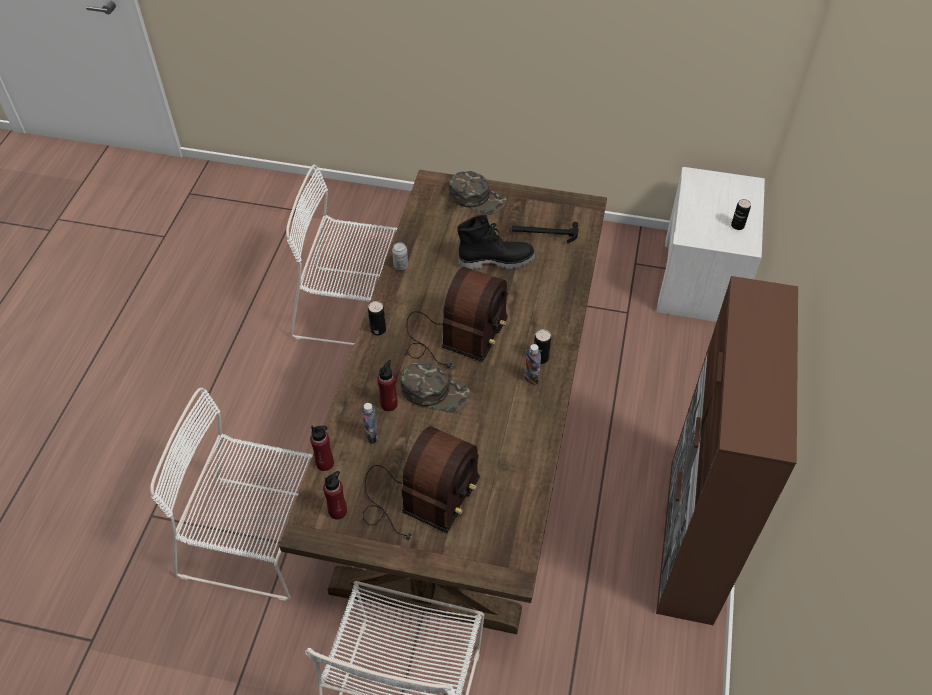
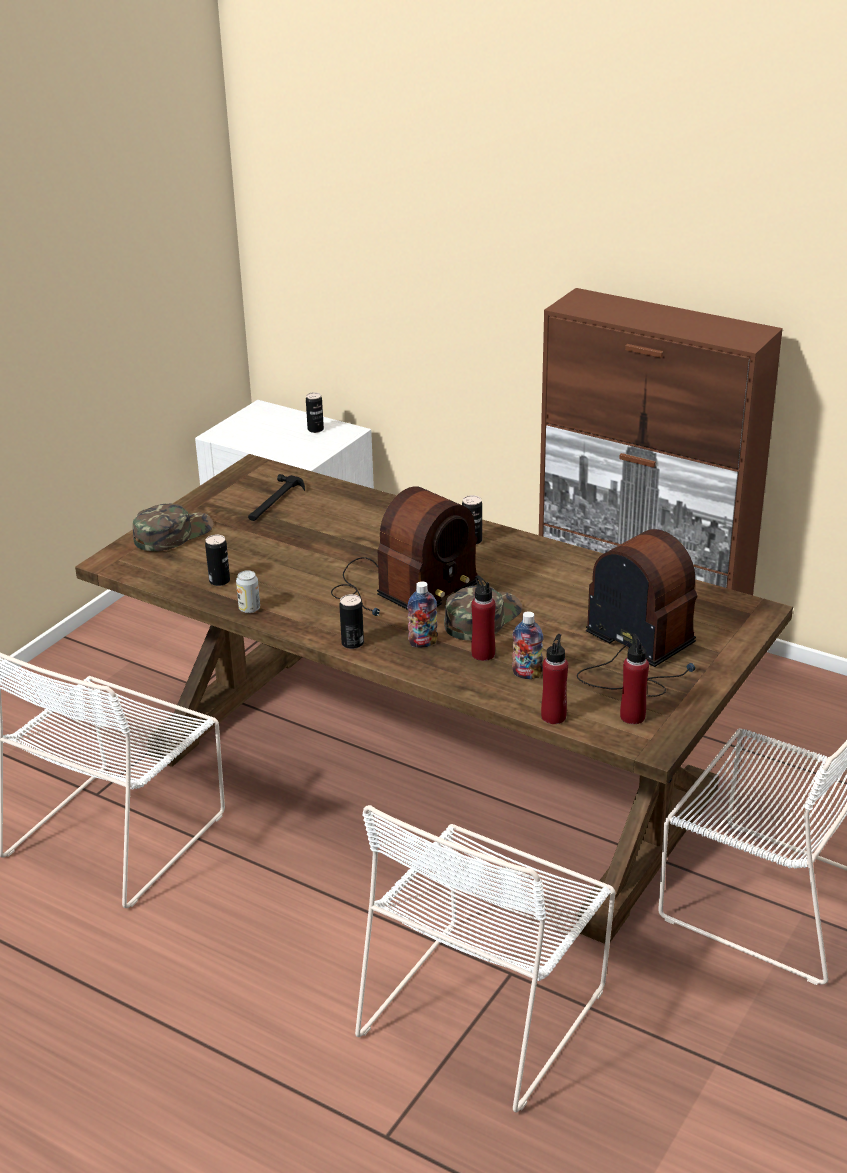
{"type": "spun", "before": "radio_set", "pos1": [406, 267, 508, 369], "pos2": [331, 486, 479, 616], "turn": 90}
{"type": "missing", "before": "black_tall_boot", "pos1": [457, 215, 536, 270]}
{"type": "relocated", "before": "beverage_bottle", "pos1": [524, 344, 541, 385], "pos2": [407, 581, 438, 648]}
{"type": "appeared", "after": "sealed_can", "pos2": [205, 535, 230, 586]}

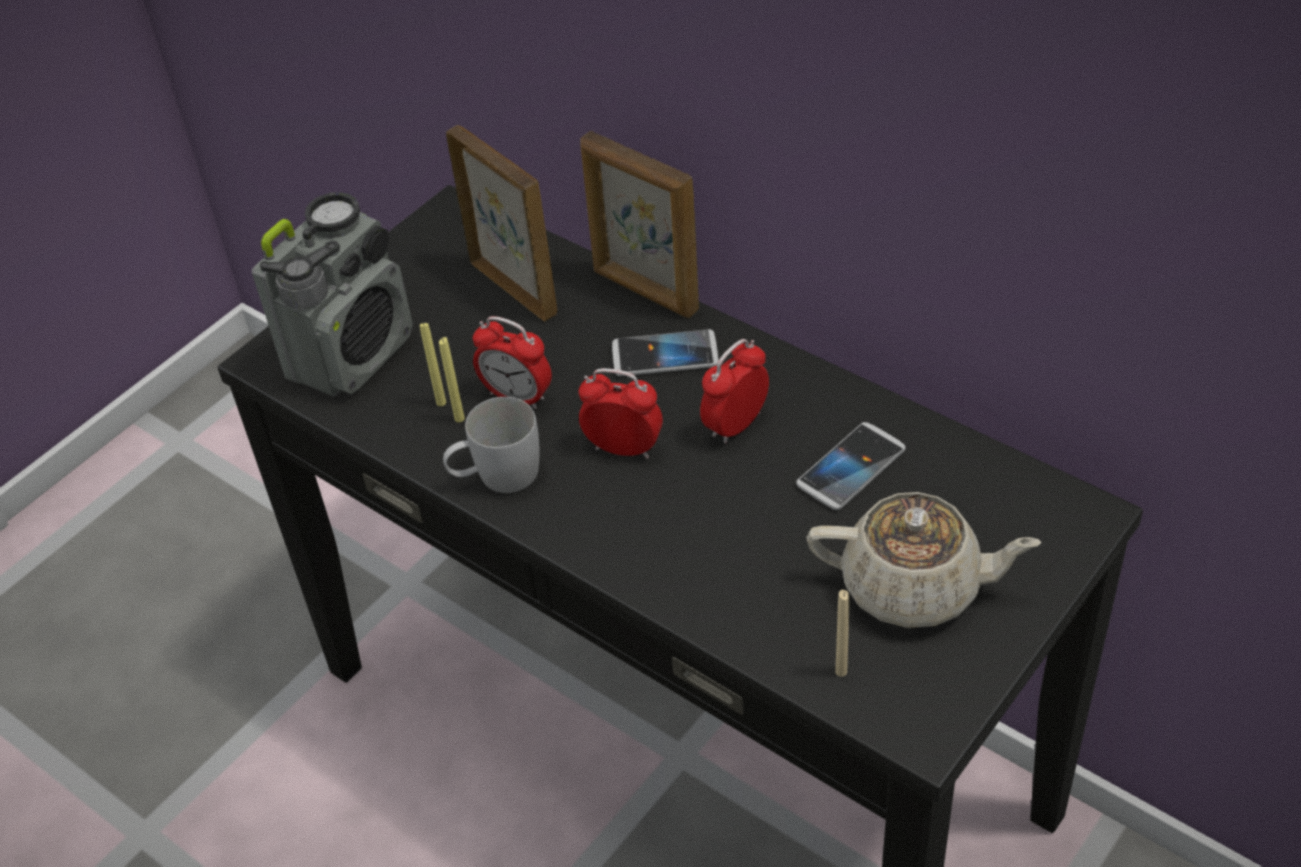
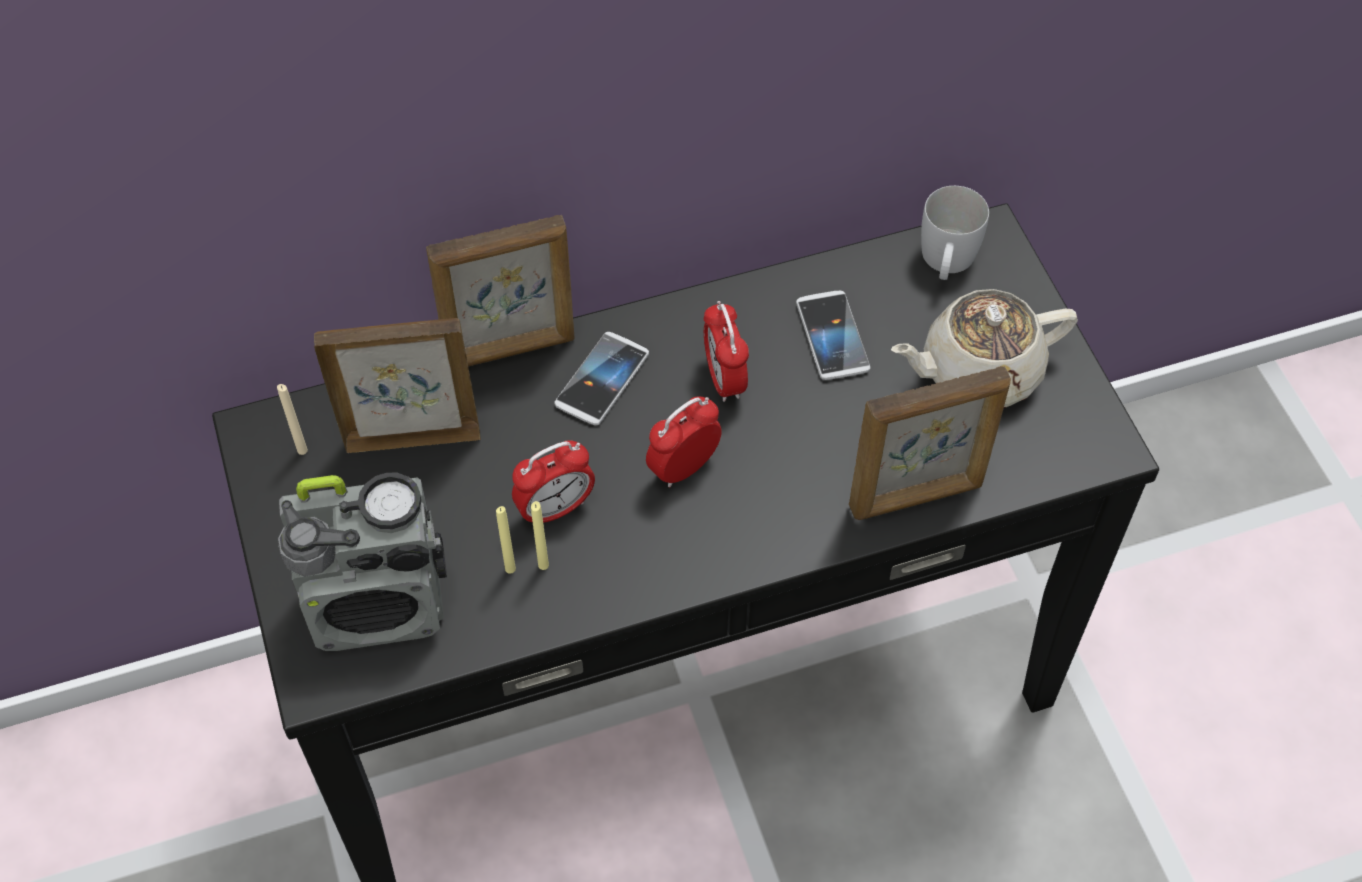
{"type": "spun", "before": "radio_set", "pos1": [252, 192, 413, 397], "pos2": [278, 472, 447, 651], "turn": 105}
{"type": "relocated", "before": "whitish_tea_mug", "pos1": [443, 397, 540, 493], "pos2": [921, 186, 989, 280]}
{"type": "spun", "before": "sand-coloured_tea_pot", "pos1": [806, 492, 1042, 628], "pos2": [891, 289, 1078, 407], "turn": -150}
{"type": "relocated", "before": "sand-coloured_wax_light", "pos1": [835, 590, 850, 677], "pos2": [277, 384, 308, 455]}
{"type": "appeared", "after": "picture_frame", "pos2": [849, 366, 1011, 520]}

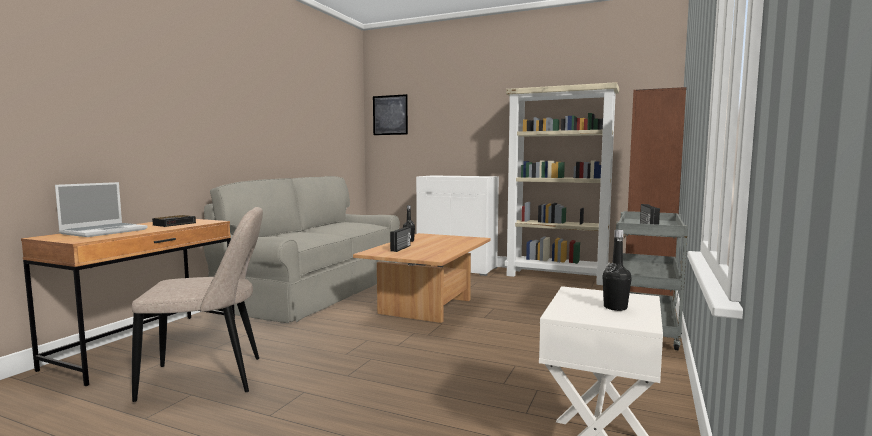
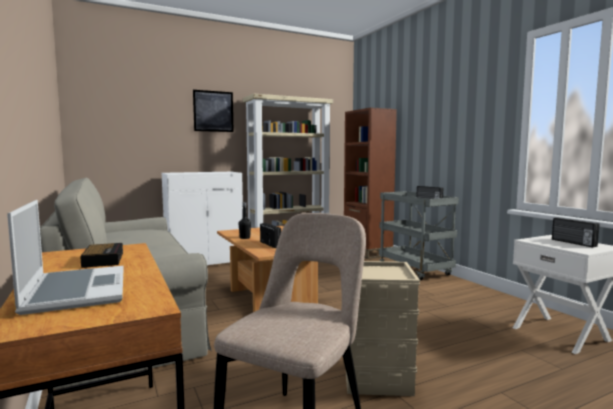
{"type": "relocated", "before": "wall_picture", "pos1": [373, 94, 408, 135], "pos2": [193, 90, 234, 132]}
{"type": "exchanged", "before": "black_beverage_bottle", "after": "radio_set", "pos1": [602, 230, 632, 311], "pos2": [552, 218, 599, 247]}
{"type": "appeared", "after": "sand-coloured_storage_box", "pos2": [346, 261, 420, 396]}

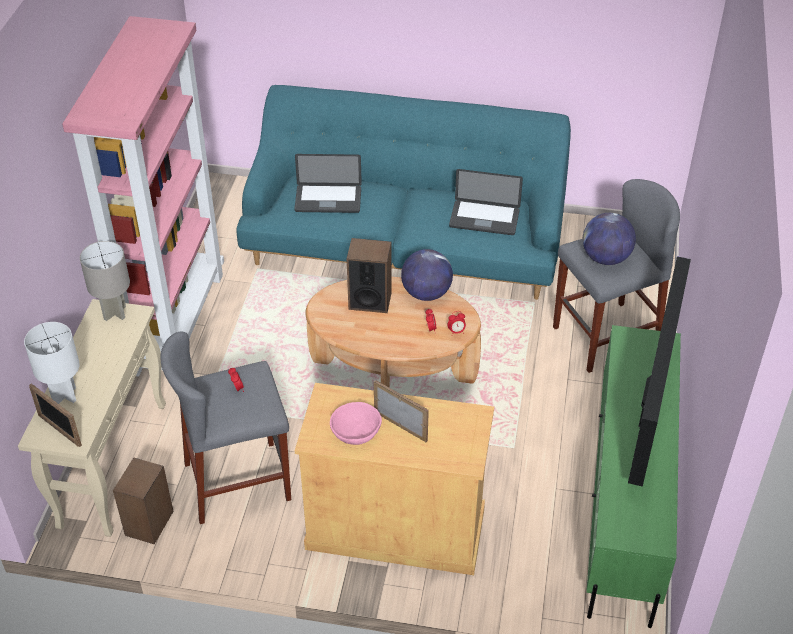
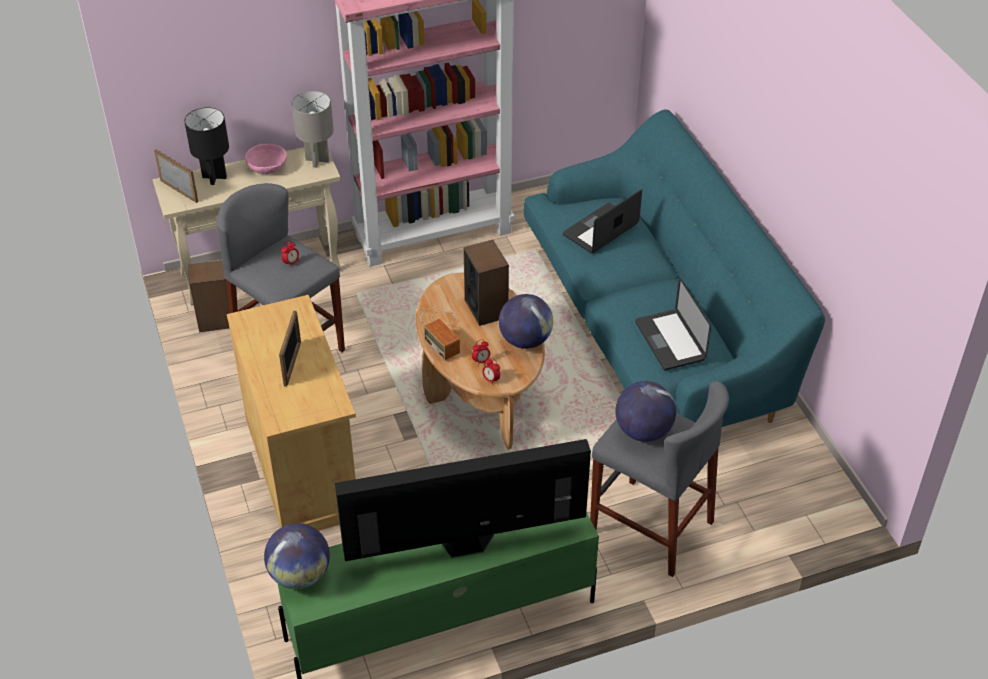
{"type": "colour", "before": "whitish_lamp_for_a_table", "after": "black_lamp_for_a_table", "pos1": [24, 322, 80, 404], "pos2": [184, 107, 229, 185]}
{"type": "spun", "before": "picture_frame", "pos1": [29, 383, 82, 447], "pos2": [154, 149, 198, 203], "turn": 120}
{"type": "spun", "before": "portable_computer", "pos1": [294, 154, 362, 213], "pos2": [563, 189, 642, 254], "turn": 75}
{"type": "relocated", "before": "pink_bowl", "pos1": [330, 402, 382, 445], "pos2": [245, 144, 287, 174]}
{"type": "appeared", "after": "world_globe", "pos2": [264, 523, 330, 589]}
{"type": "appeared", "after": "radio_set", "pos2": [420, 307, 460, 361]}

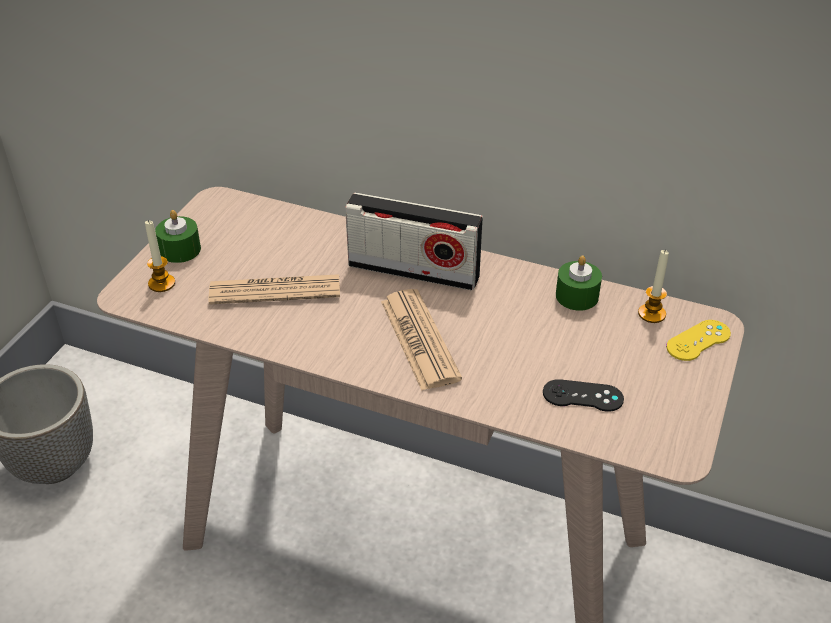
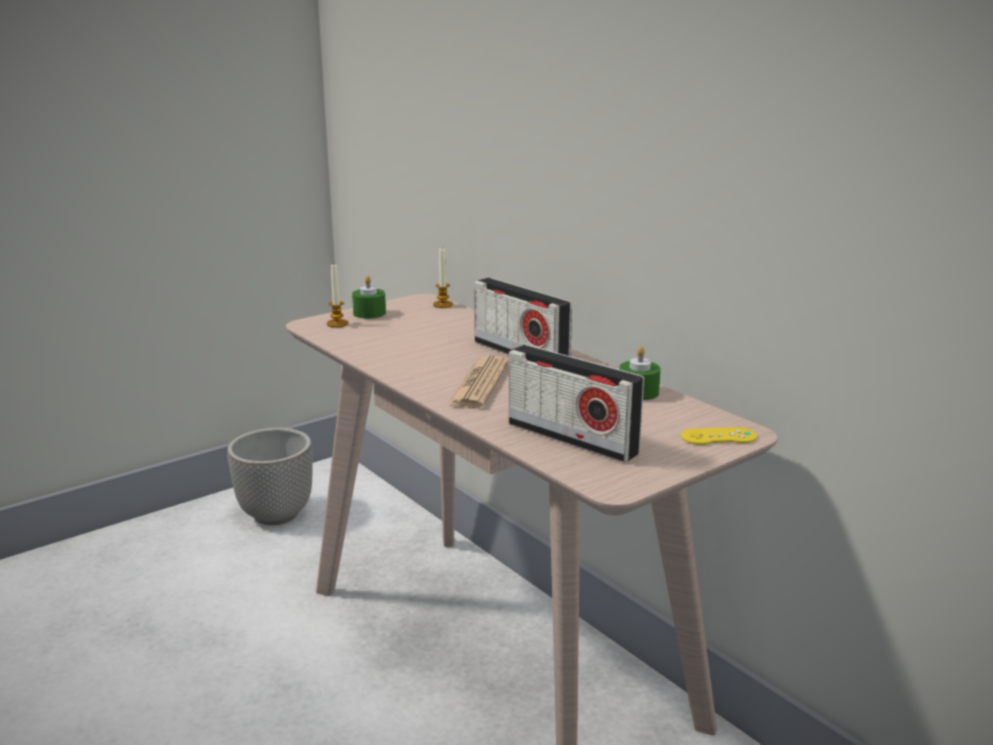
{"type": "missing", "before": "newspaper", "pos1": [209, 274, 340, 305]}
{"type": "exchanged", "before": "black_game_controller", "after": "radio_set", "pos1": [543, 379, 624, 412], "pos2": [509, 344, 644, 463]}
{"type": "relocated", "before": "wax_light", "pos1": [638, 250, 669, 323], "pos2": [433, 249, 453, 308]}

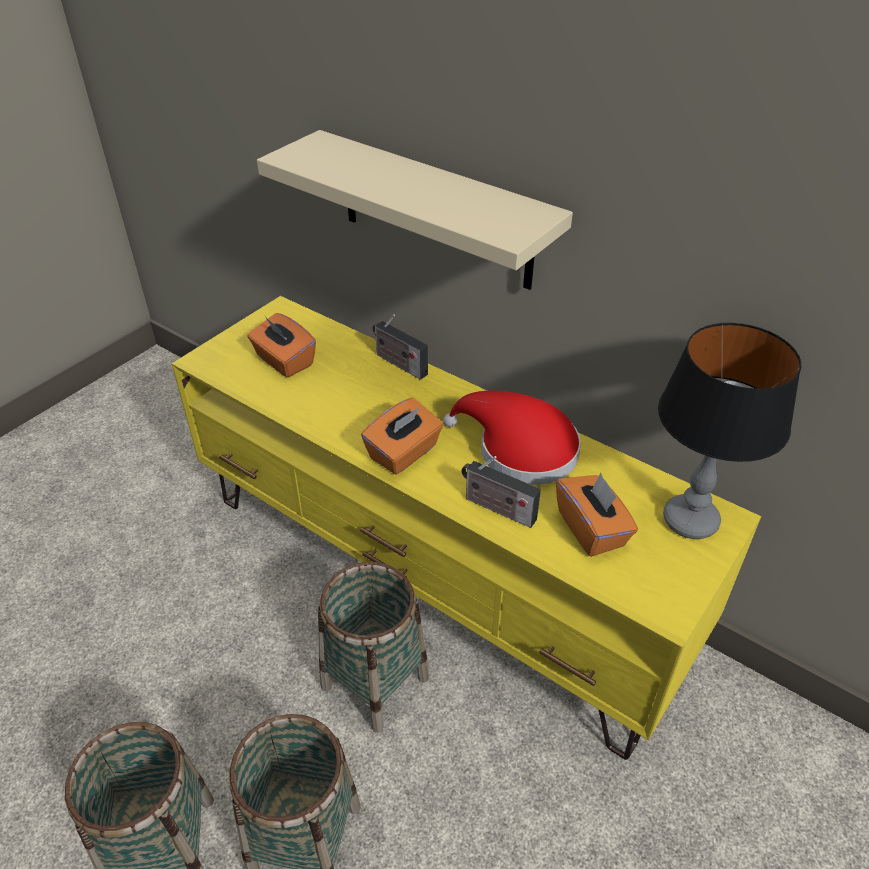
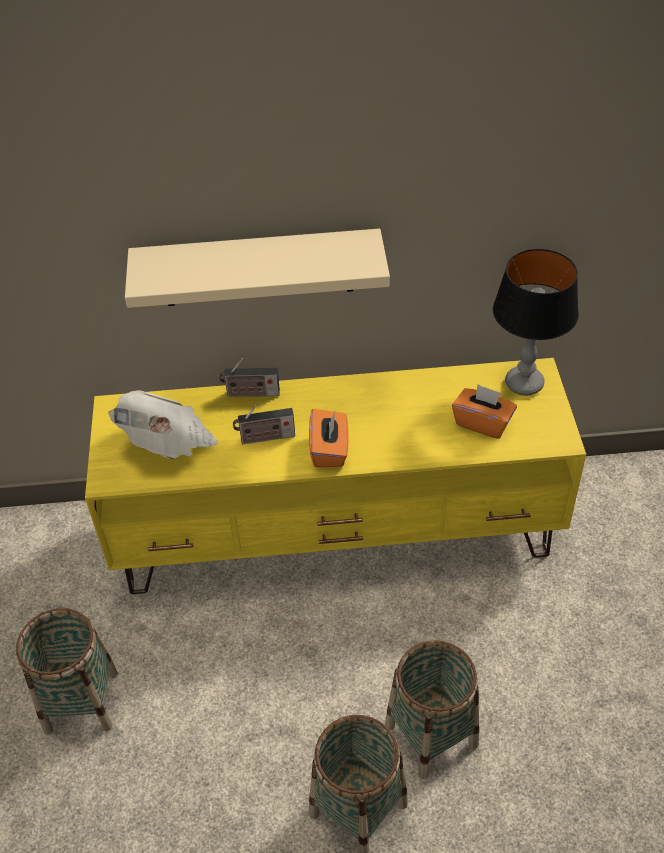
{"type": "exchanged", "before": "orange-coloured_box_of_tissues", "after": "newspaper", "pos1": [247, 313, 316, 378], "pos2": [108, 390, 218, 459]}
{"type": "relocated", "before": "storage_basket", "pos1": [318, 562, 429, 733], "pos2": [16, 608, 118, 735]}
{"type": "missing", "before": "red-coloured_clothing_hat", "pos1": [443, 391, 581, 485]}
{"type": "relocated", "before": "radio_set", "pos1": [462, 456, 541, 528], "pos2": [233, 403, 295, 444]}

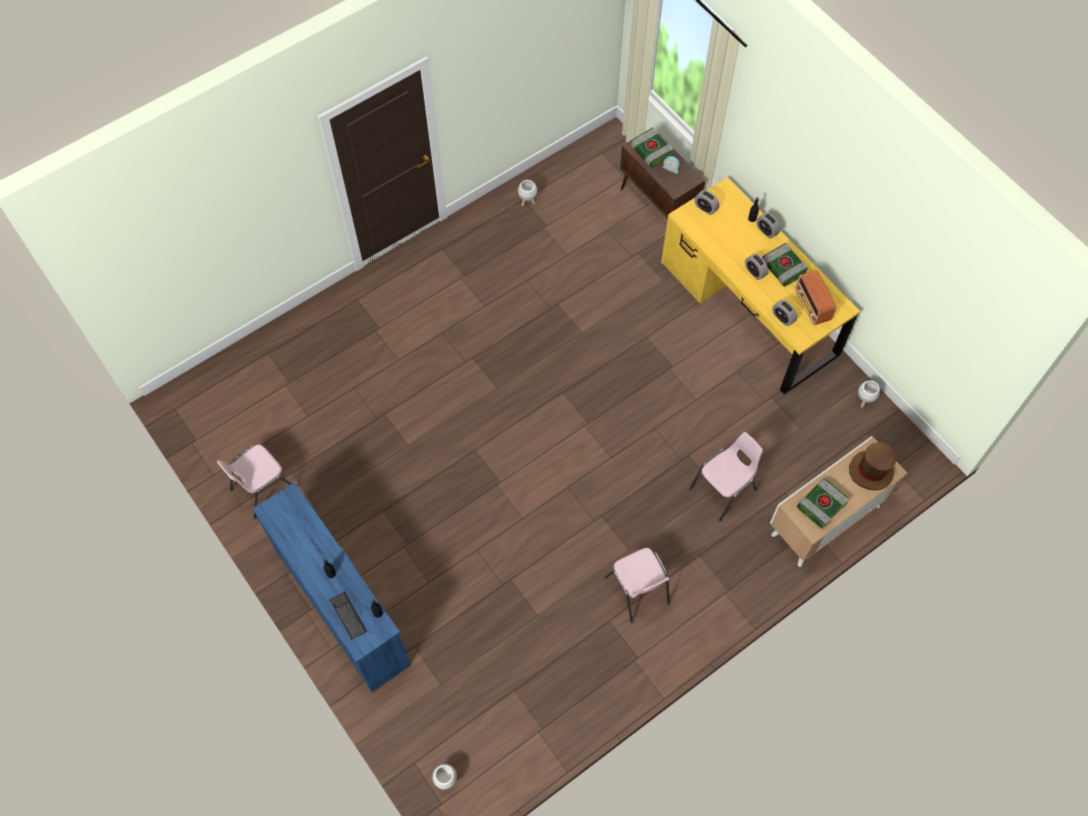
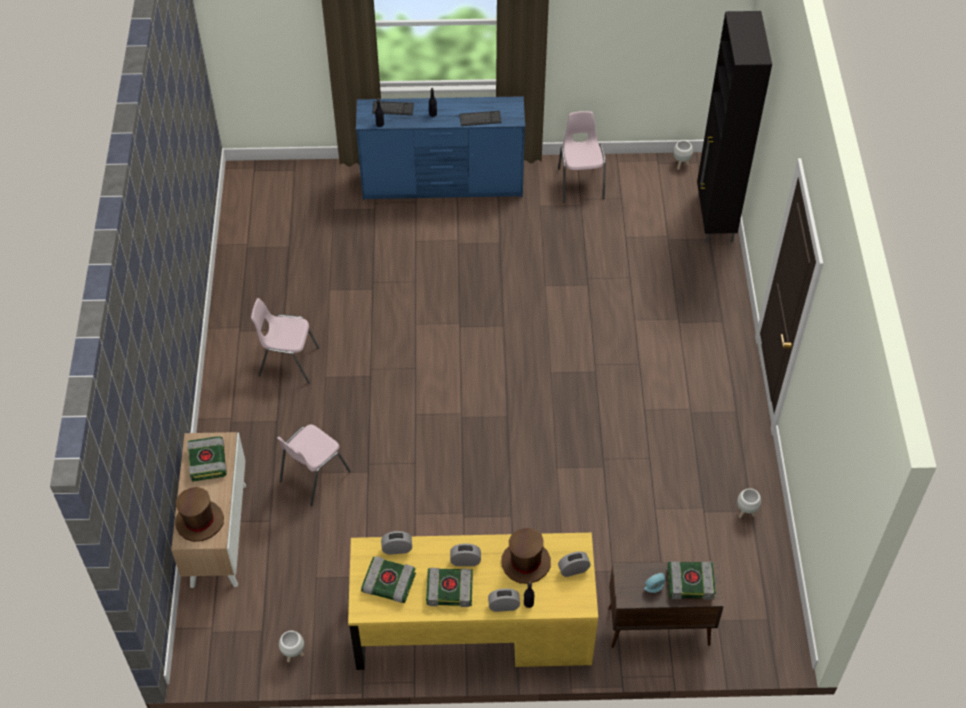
{"type": "relocated", "before": "whitish_planter", "pos1": [432, 764, 457, 790], "pos2": [673, 140, 693, 170]}
{"type": "spun", "before": "pink_upright_chair", "pos1": [689, 432, 763, 522], "pos2": [277, 424, 351, 506], "turn": 45}
{"type": "exchanged", "before": "radio_set", "after": "bound_book", "pos1": [796, 270, 836, 325], "pos2": [361, 556, 416, 603]}
{"type": "appeared", "after": "keyboard", "pos2": [459, 111, 502, 126]}
{"type": "appeared", "after": "brown_clothing_hat", "pos2": [501, 528, 551, 584]}
{"type": "appeared", "after": "black_cupboard", "pos2": [697, 11, 772, 243]}

